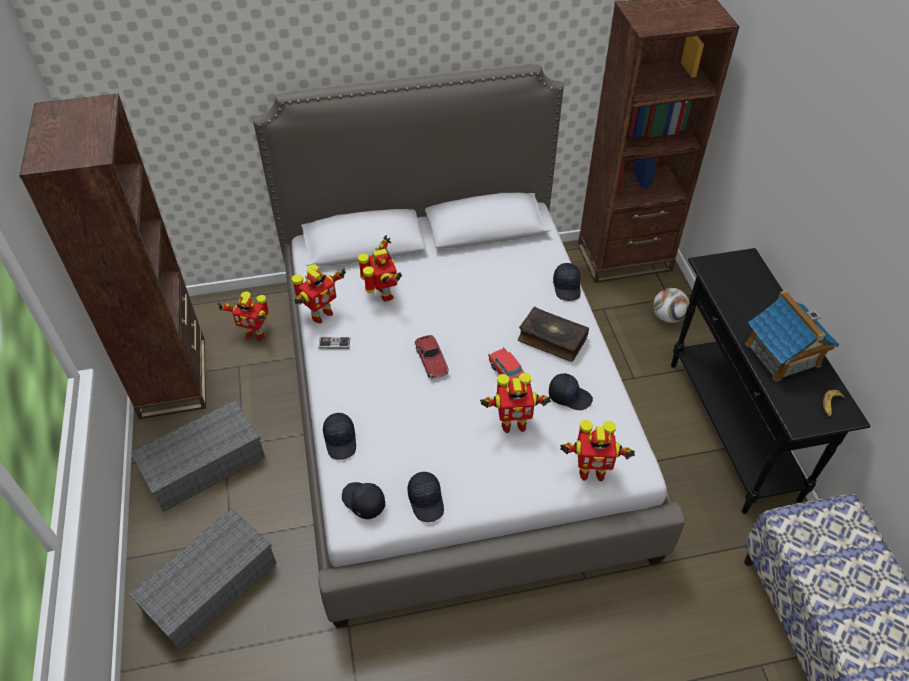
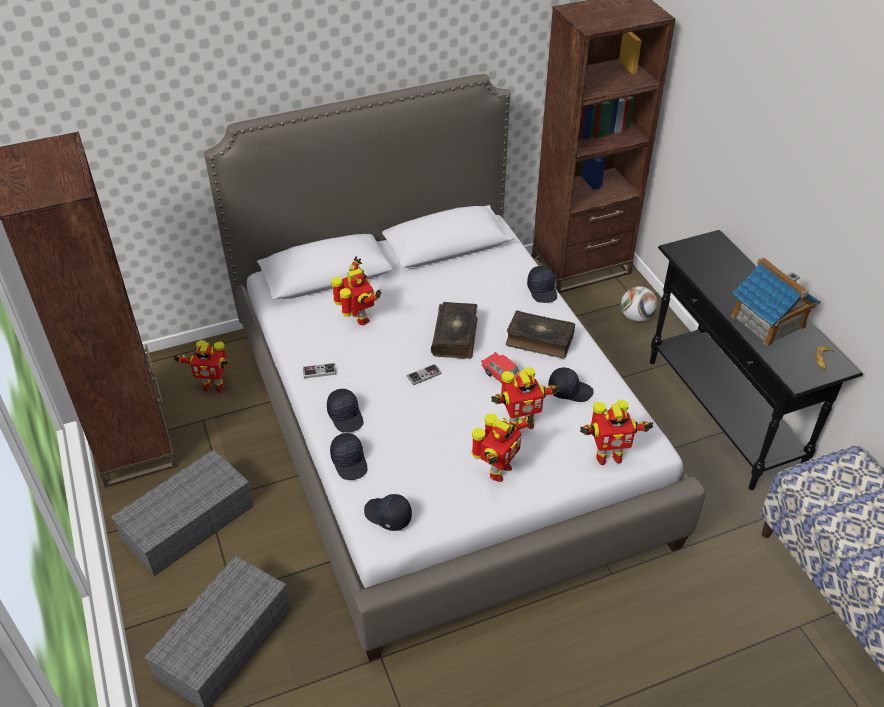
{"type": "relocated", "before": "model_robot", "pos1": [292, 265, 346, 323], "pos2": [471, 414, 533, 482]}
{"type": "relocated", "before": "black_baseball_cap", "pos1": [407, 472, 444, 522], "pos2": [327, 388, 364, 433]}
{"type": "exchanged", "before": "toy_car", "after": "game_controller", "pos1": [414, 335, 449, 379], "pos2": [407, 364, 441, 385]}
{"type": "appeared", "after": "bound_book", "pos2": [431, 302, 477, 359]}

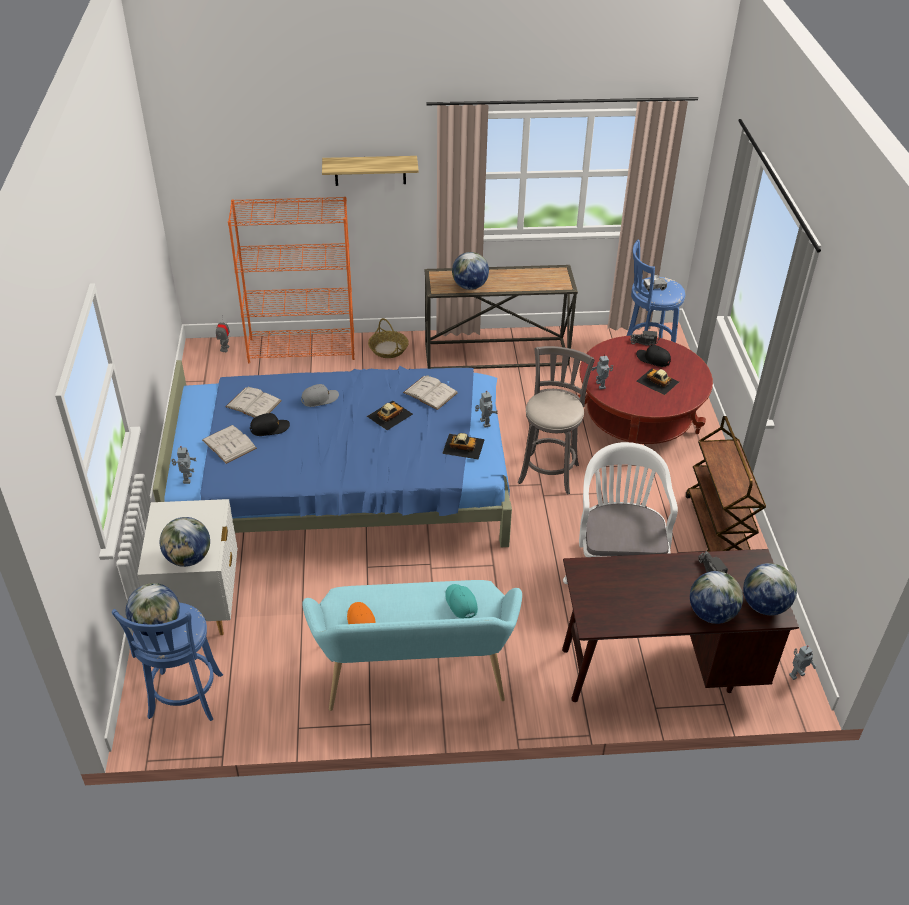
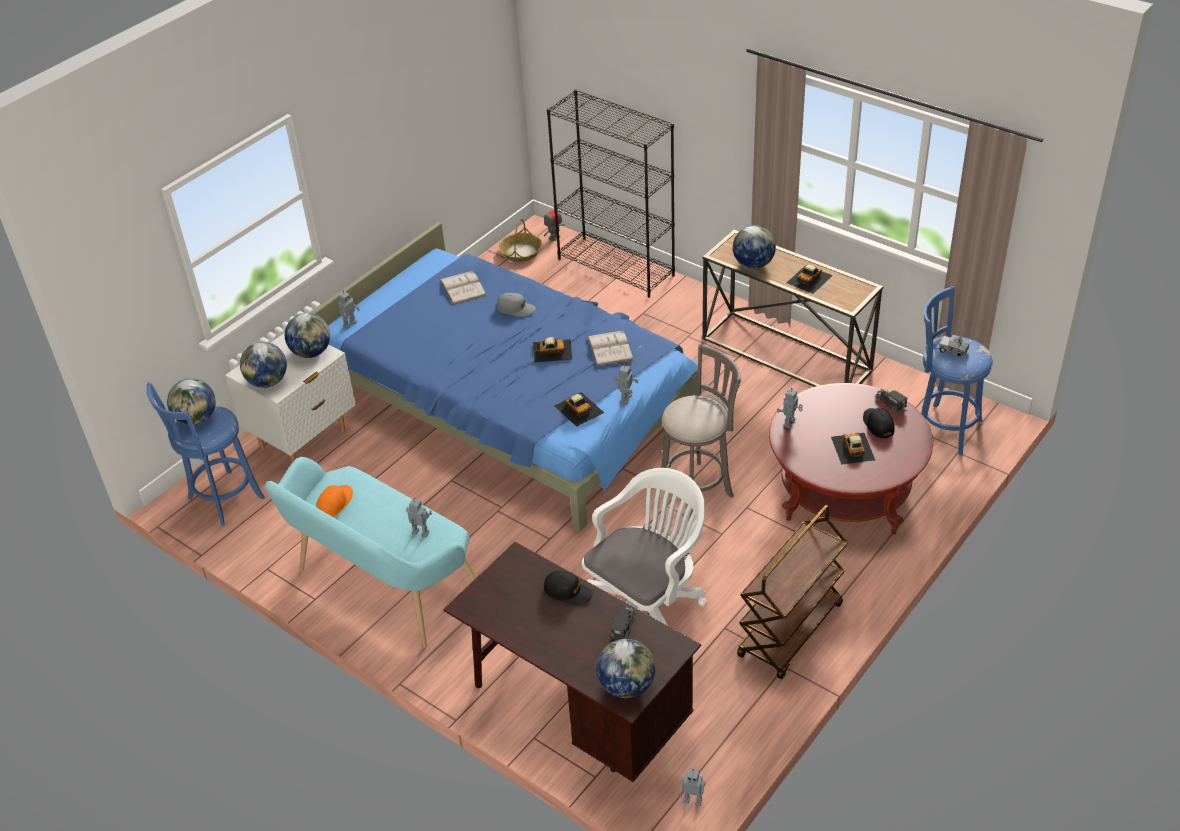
{"type": "missing", "before": "whitish_bound_book", "pos1": [202, 425, 257, 464]}
{"type": "colour", "before": "orange-coloured_bookshelf", "after": "black_bookshelf", "pos1": [228, 197, 354, 363], "pos2": [547, 90, 675, 298]}
{"type": "relocated", "before": "black_baseball_cap", "pos1": [250, 413, 290, 436], "pos2": [544, 571, 593, 605]}
{"type": "missing", "before": "bracket_shelf", "pos1": [322, 156, 419, 186]}
{"type": "relocated", "before": "storage_basket", "pos1": [368, 318, 409, 358], "pos2": [499, 218, 542, 262]}
{"type": "exchanged", "before": "turquoise-coloured_baseball_cap", "after": "model_robot", "pos1": [445, 584, 478, 619], "pos2": [406, 498, 432, 537]}
{"type": "relocated", "before": "world_globe", "pos1": [690, 571, 743, 624], "pos2": [285, 313, 330, 358]}
{"type": "appeared", "after": "toy_car", "pos2": [787, 264, 833, 294]}

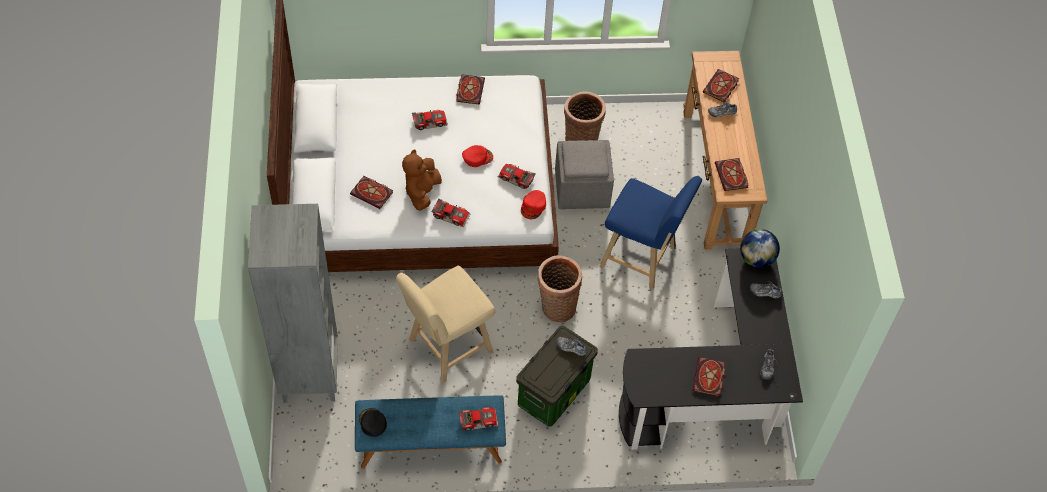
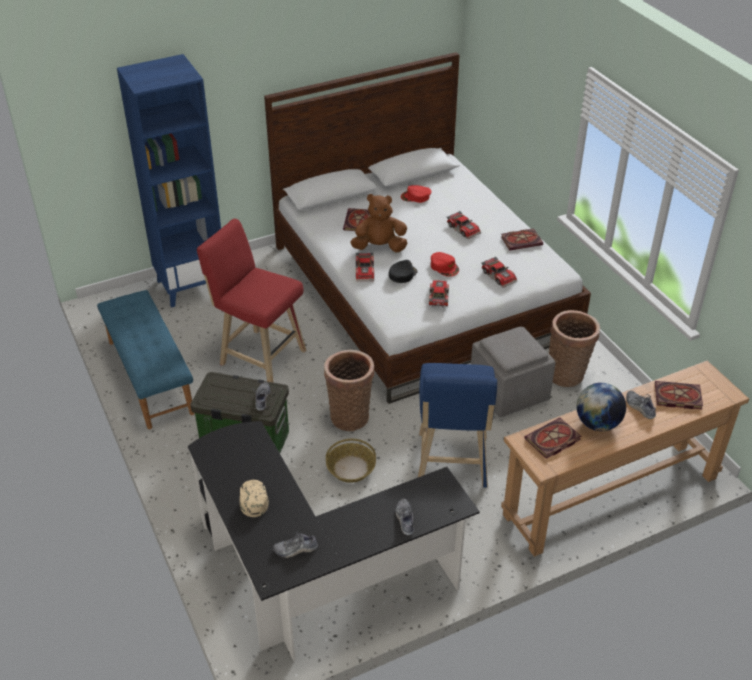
{"type": "colour", "before": "grey_bookshelf", "after": "blue_bookshelf", "pos1": [248, 204, 338, 403], "pos2": [117, 54, 221, 307]}
{"type": "relocated", "before": "black_baseball_cap", "pos1": [359, 408, 387, 437], "pos2": [389, 260, 418, 283]}
{"type": "colour", "before": "sand-coloured_stool", "after": "red-coloured_stool", "pos1": [396, 266, 495, 383], "pos2": [197, 219, 306, 383]}
{"type": "relocated", "before": "toy_car", "pos1": [458, 407, 498, 431], "pos2": [481, 256, 517, 288]}
{"type": "relocated", "before": "red-coloured_baseball_cap", "pos1": [521, 190, 546, 219], "pos2": [401, 185, 431, 203]}
{"type": "exchanged", "before": "bound_book", "after": "sand-coloured_baseball_cap", "pos1": [692, 357, 726, 397], "pos2": [240, 480, 269, 517]}
{"type": "relocated", "before": "world_globe", "pos1": [740, 229, 780, 268], "pos2": [577, 383, 626, 431]}
{"type": "appeared", "after": "storage_basket", "pos2": [326, 439, 376, 483]}

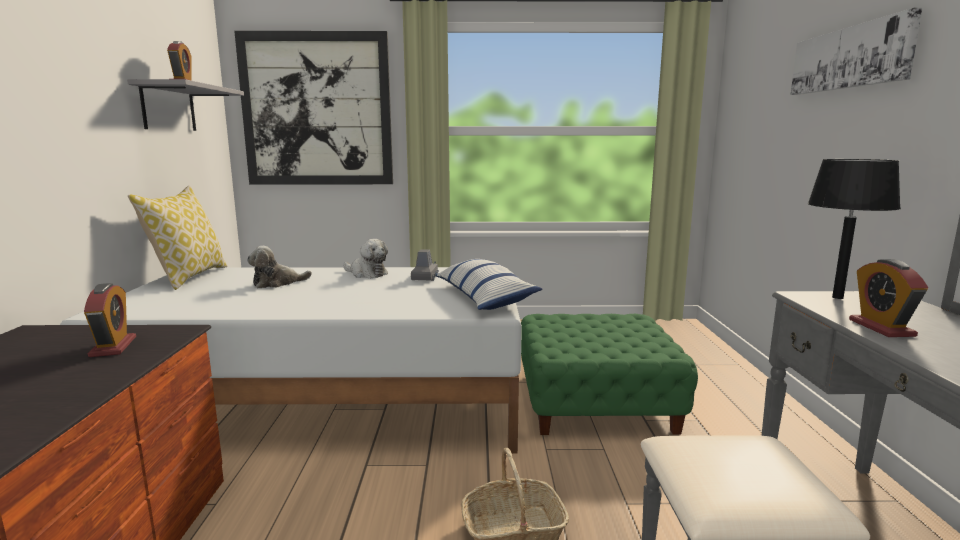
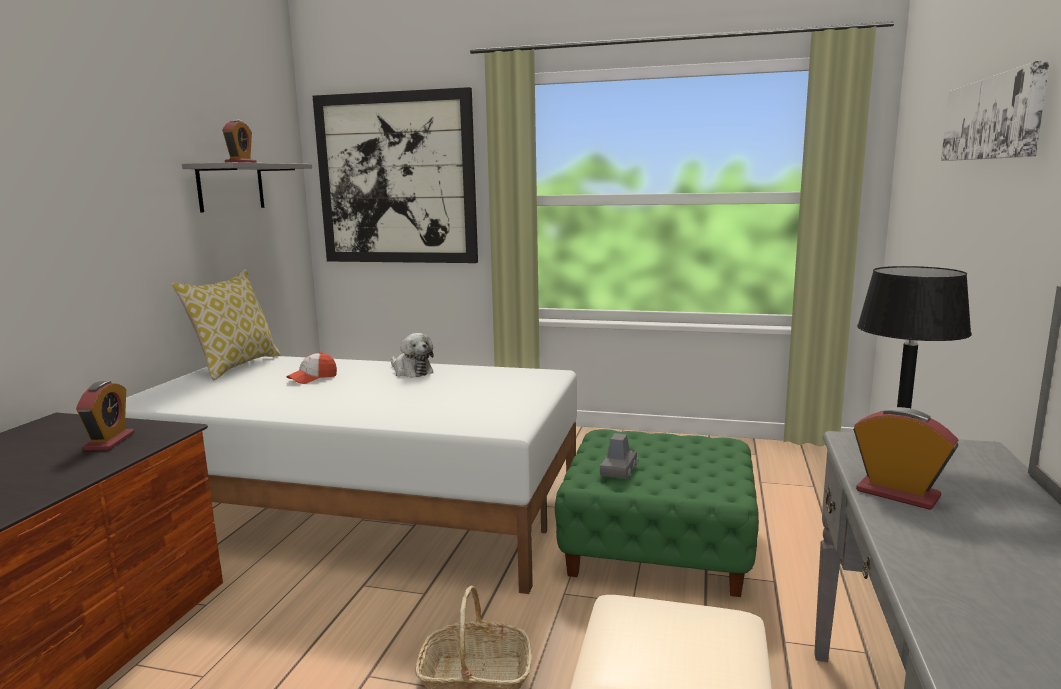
{"type": "exchanged", "before": "soft_toy", "after": "baseball_cap", "pos1": [247, 246, 312, 288], "pos2": [286, 352, 337, 384]}
{"type": "relocated", "before": "grey_toy_car", "pos1": [411, 249, 439, 281], "pos2": [600, 433, 638, 479]}
{"type": "missing", "before": "throw_pillow", "pos1": [436, 259, 542, 310]}
{"type": "spun", "before": "bedside_clock", "pos1": [849, 259, 928, 337], "pos2": [853, 407, 959, 510], "turn": 120}

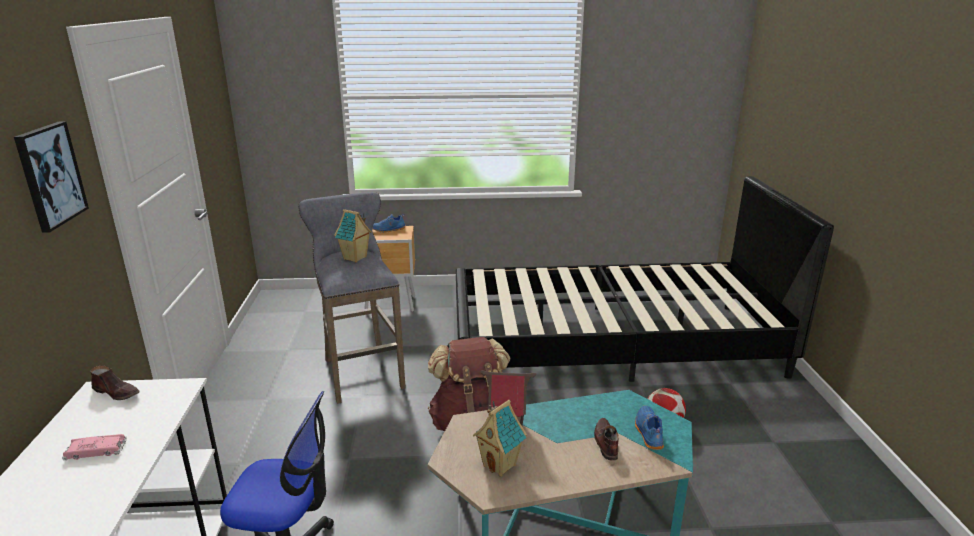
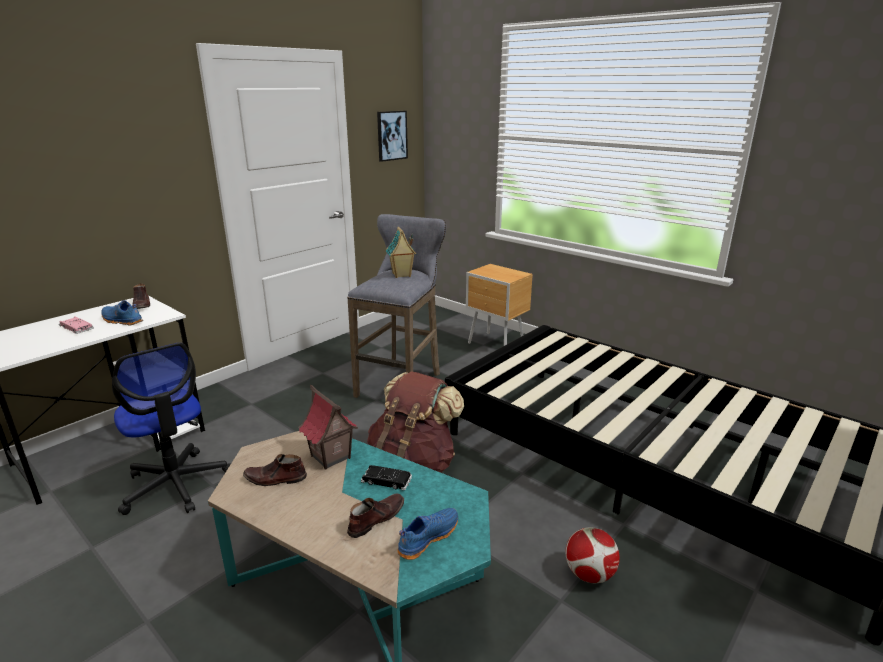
{"type": "relocated", "before": "wall_picture", "pos1": [14, 121, 89, 233], "pos2": [377, 111, 408, 162]}
{"type": "relocated", "before": "blue_low_shoe", "pos1": [372, 214, 406, 233], "pos2": [101, 300, 143, 326]}
{"type": "exchanged", "before": "model_house", "after": "brown_low_shoe", "pos1": [473, 400, 527, 477], "pos2": [243, 454, 307, 486]}
{"type": "appeared", "after": "black_toy_car", "pos2": [361, 465, 412, 490]}

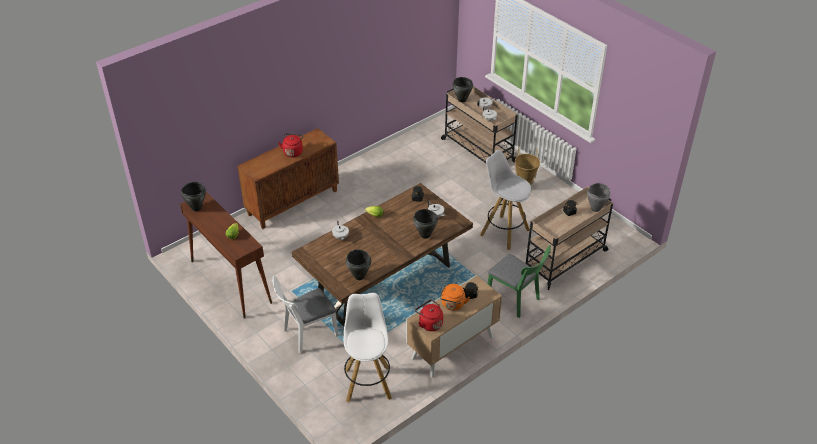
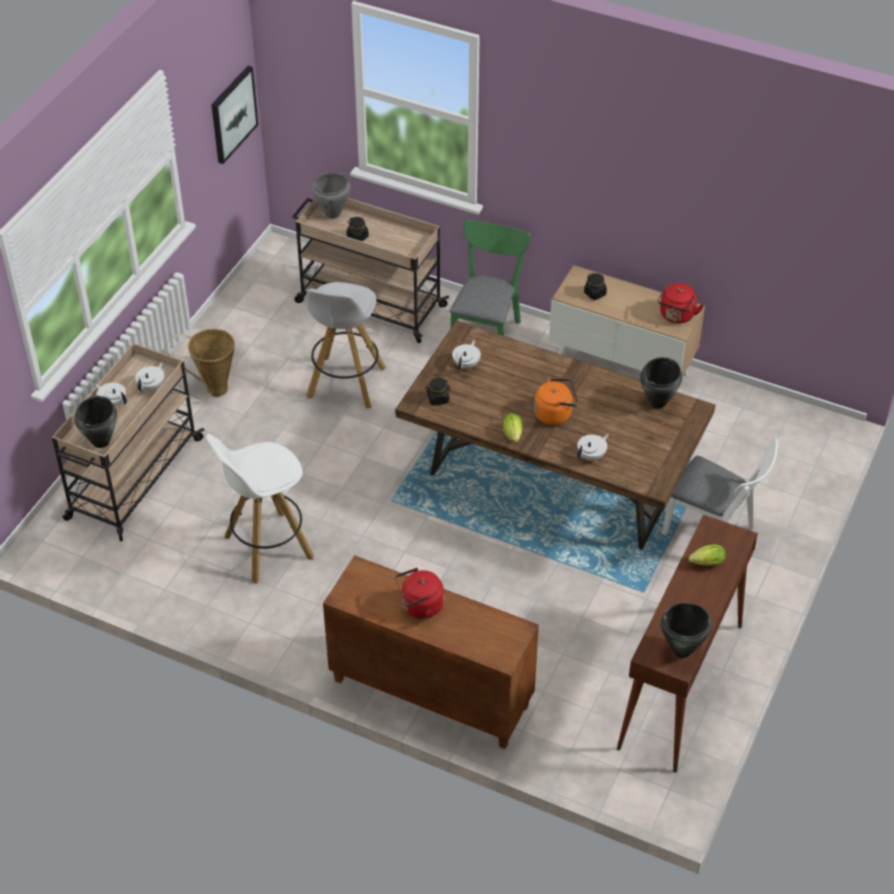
{"type": "relocated", "before": "whitish_stool", "pos1": [344, 293, 392, 402], "pos2": [206, 434, 314, 584]}
{"type": "missing", "before": "black_stockpot", "pos1": [413, 209, 438, 239]}
{"type": "relocated", "before": "orange-coloured_tea_kettle", "pos1": [440, 284, 470, 310], "pos2": [534, 378, 578, 425]}
{"type": "appeared", "after": "wall_picture", "pos2": [211, 66, 258, 164]}

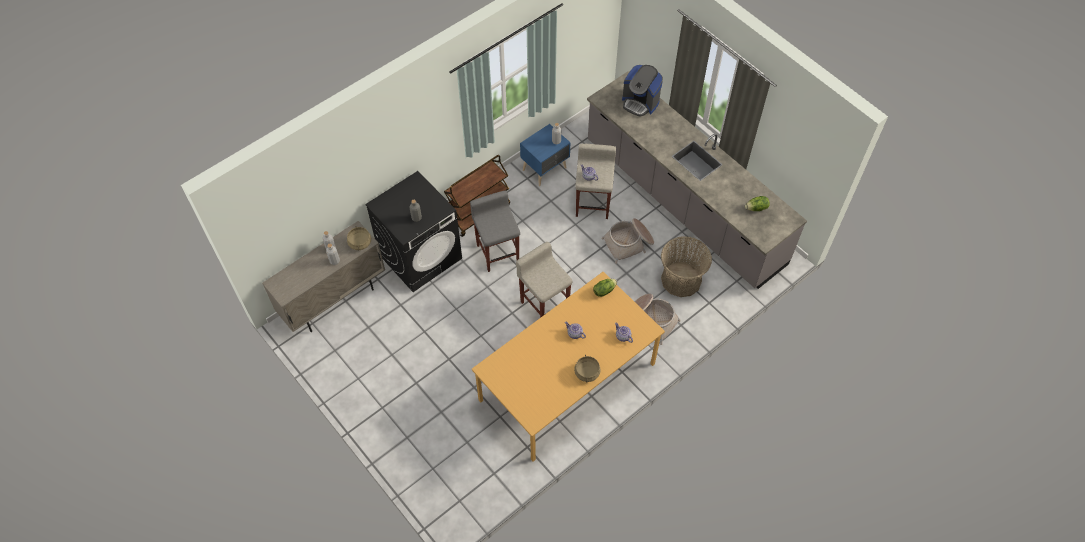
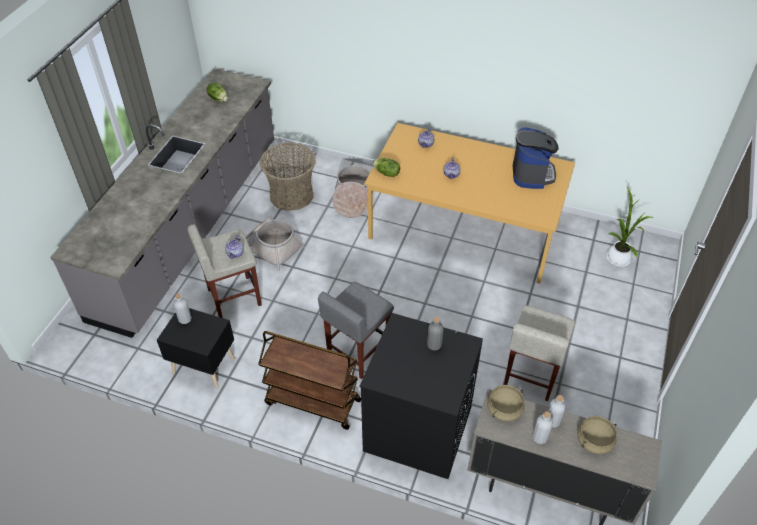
{"type": "relocated", "before": "sand-coloured_stool", "pos1": [516, 242, 573, 318], "pos2": [504, 305, 575, 401]}
{"type": "colour", "before": "blue_bedside_table", "after": "black_bedside_table", "pos1": [520, 124, 570, 186], "pos2": [157, 308, 235, 388]}
{"type": "relocated", "before": "sand-coloured_stockpot", "pos1": [574, 354, 601, 383], "pos2": [577, 416, 617, 454]}
{"type": "relocated", "before": "coffee_maker", "pos1": [622, 65, 663, 117], "pos2": [513, 127, 559, 189]}
{"type": "appeared", "after": "houseplant", "pos2": [607, 187, 655, 267]}

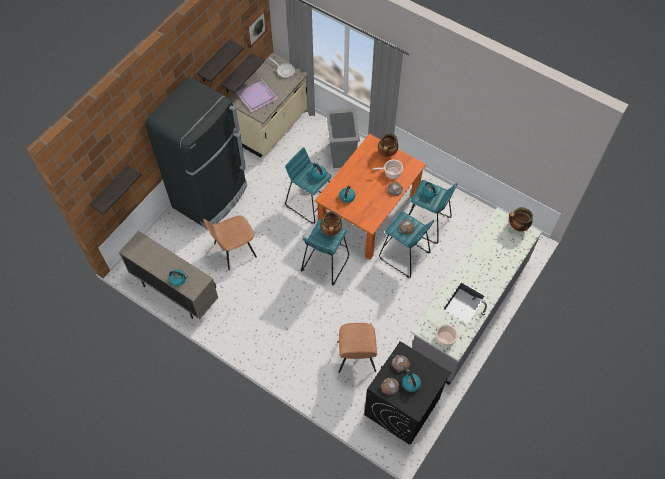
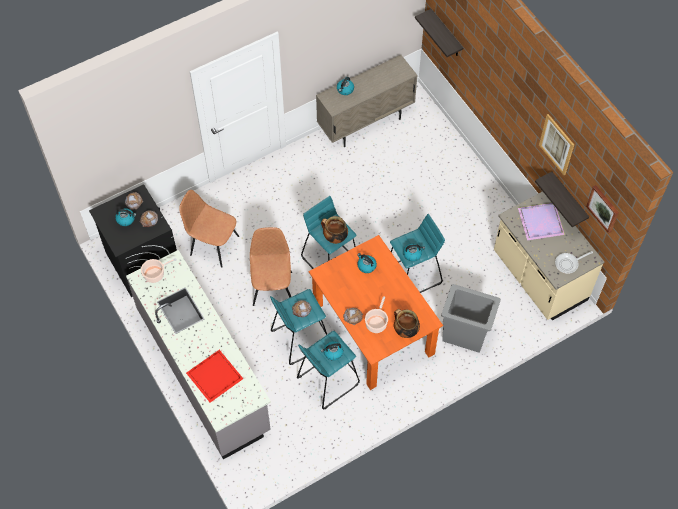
{"type": "missing", "before": "black_refrigerator", "pos1": [145, 77, 247, 230]}
{"type": "exchanged", "before": "bracket_shelf", "after": "wall_picture", "pos1": [197, 40, 244, 82], "pos2": [539, 114, 574, 175]}
{"type": "relocated", "before": "brown_upright_chair", "pos1": [203, 215, 257, 270], "pos2": [250, 227, 292, 306]}
{"type": "missing", "before": "stockpot", "pos1": [509, 207, 533, 232]}
{"type": "appeared", "after": "red-coloured_serving_tray", "pos2": [186, 350, 243, 403]}

